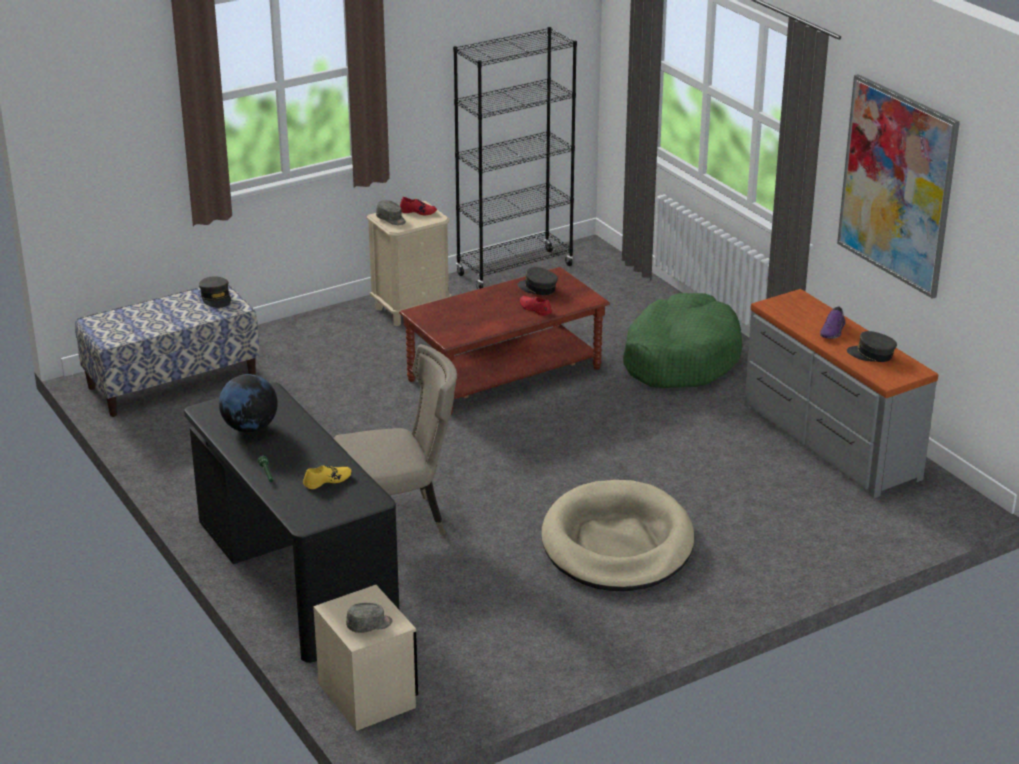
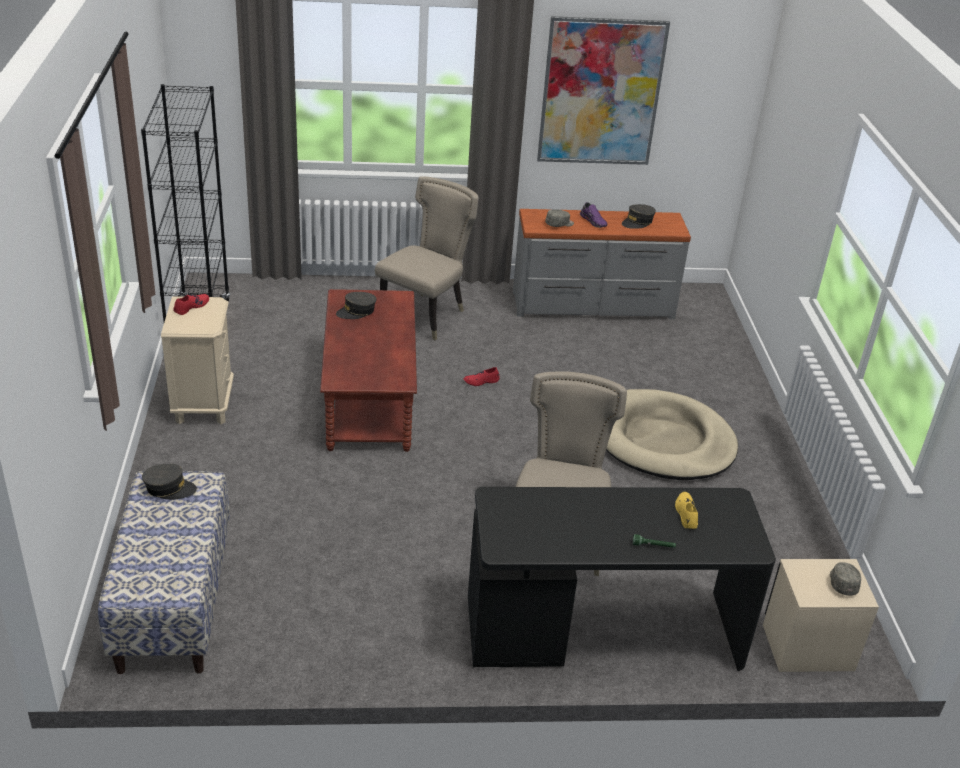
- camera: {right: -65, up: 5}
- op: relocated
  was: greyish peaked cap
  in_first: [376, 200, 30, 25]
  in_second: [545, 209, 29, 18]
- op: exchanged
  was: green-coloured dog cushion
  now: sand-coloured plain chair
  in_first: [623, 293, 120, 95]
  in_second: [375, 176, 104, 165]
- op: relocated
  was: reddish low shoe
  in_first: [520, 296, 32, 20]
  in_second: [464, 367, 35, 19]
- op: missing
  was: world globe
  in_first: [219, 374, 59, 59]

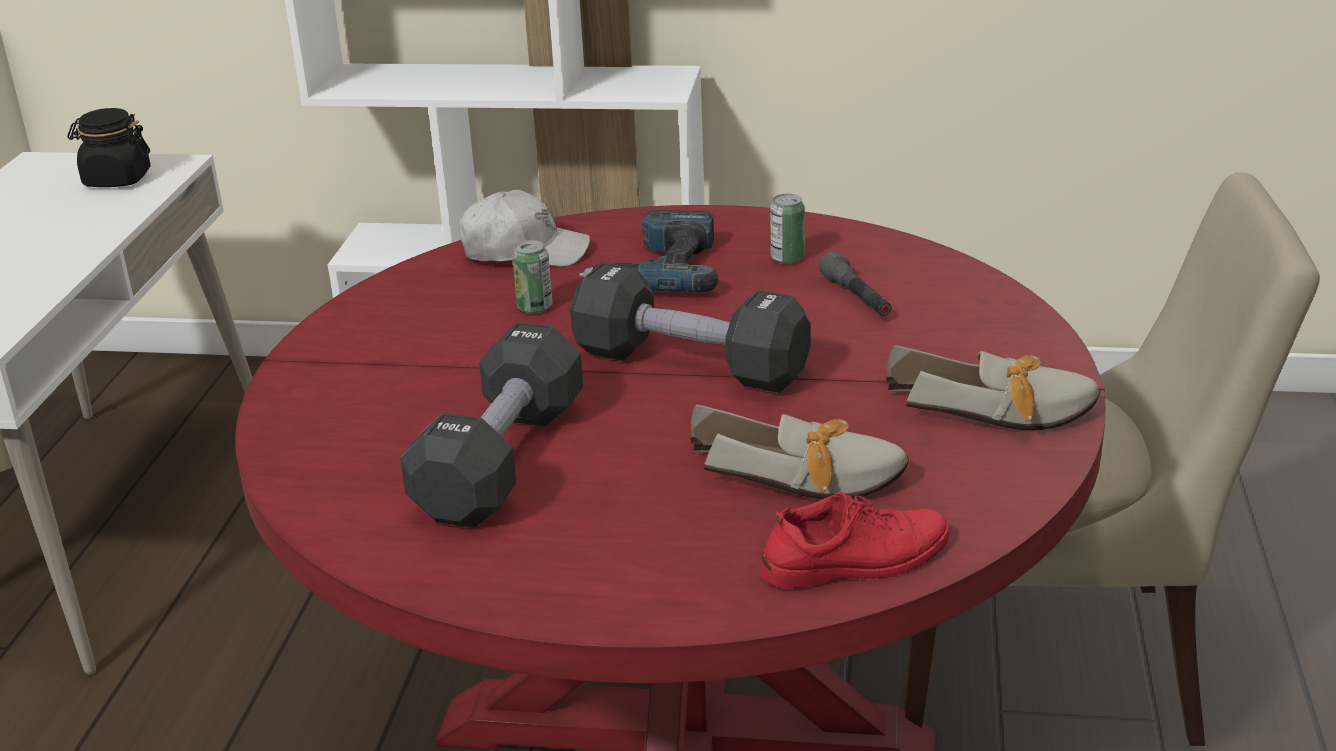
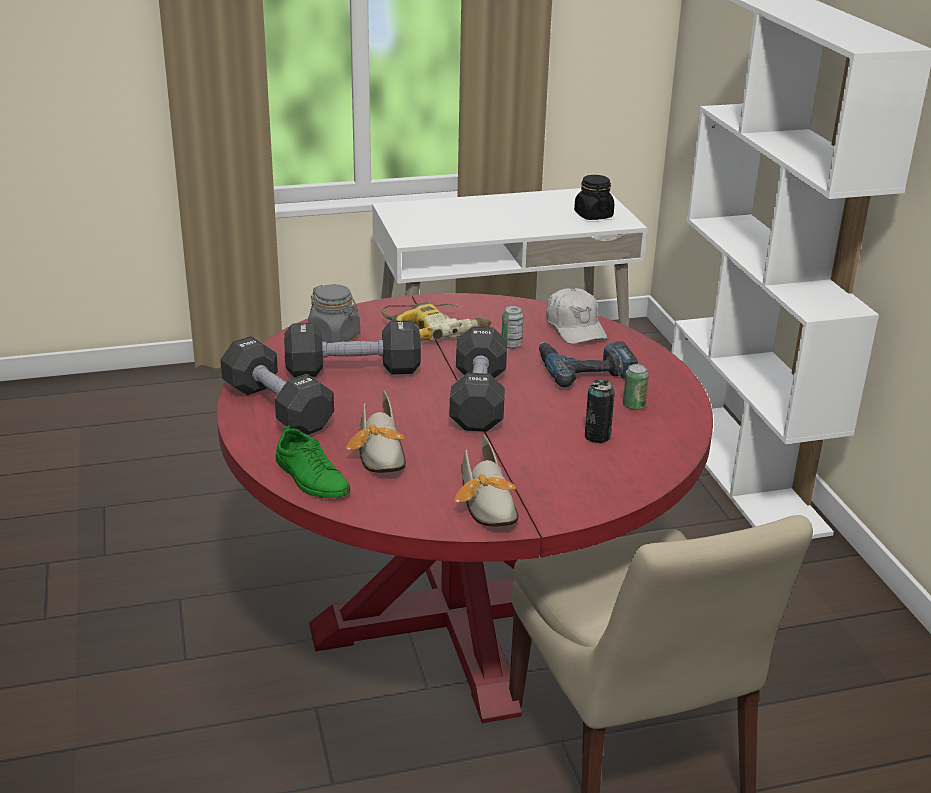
- camera: {right: 65, up: 0}
- op: exchanged
  was: greyish torch
  now: can
  in_first: [819, 251, 73, 65]
  in_second: [585, 380, 30, 63]
- op: colour
  was: reddish low shoe
  now: green-coloured low shoe
  in_first: [760, 492, 190, 97]
  in_second: [276, 425, 74, 73]
- op: appeared
  now: greyish preserve jar
  in_second: [308, 284, 52, 59]
- op: appeared
  now: electric drill
  in_second: [381, 302, 110, 39]
- op: appeared
  now: black-coloured free weight
  in_second: [220, 336, 114, 99]

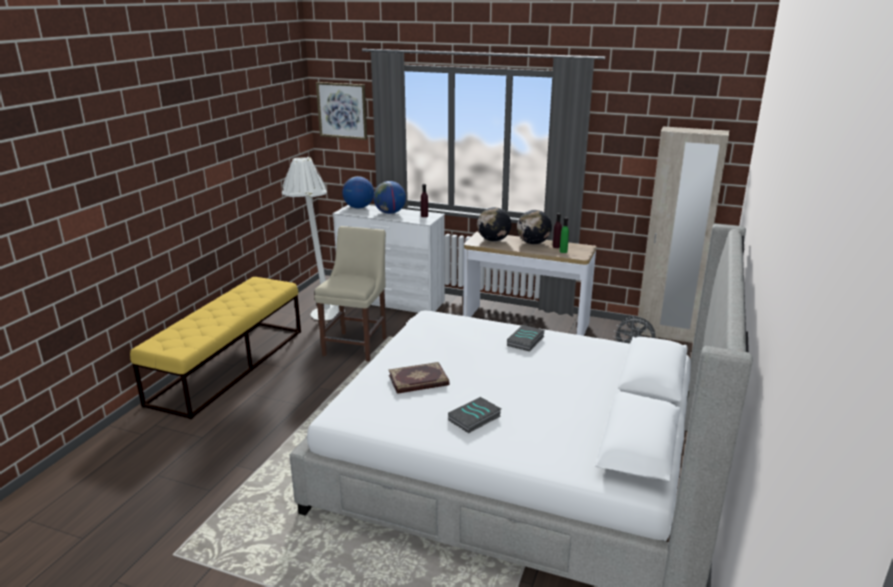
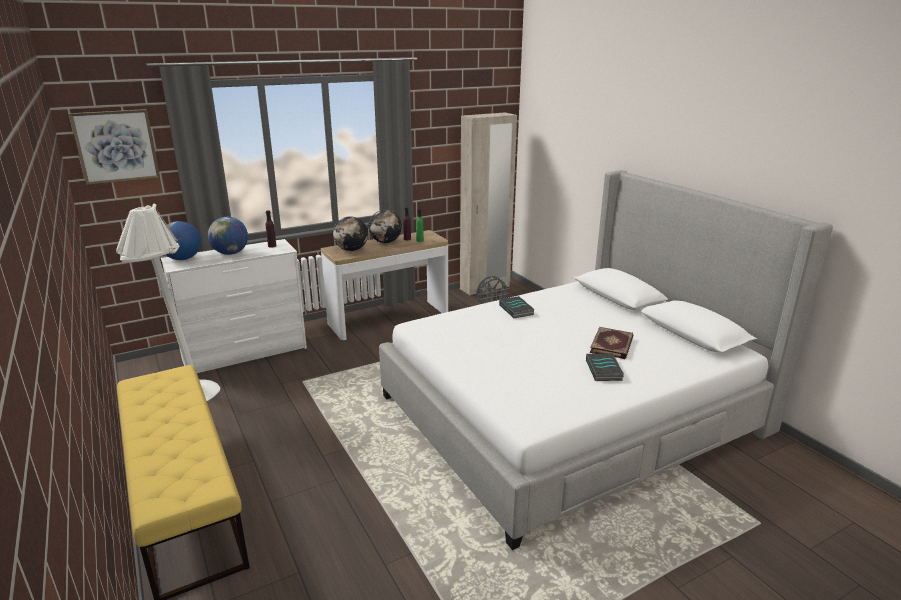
- camera: {right: -50, up: 0}
- op: missing
  was: sand-coloured plain chair
  in_first: [314, 226, 73, 135]
- op: relocated
  was: bound book
  in_first: [389, 362, 61, 32]
  in_second: [590, 327, 43, 32]

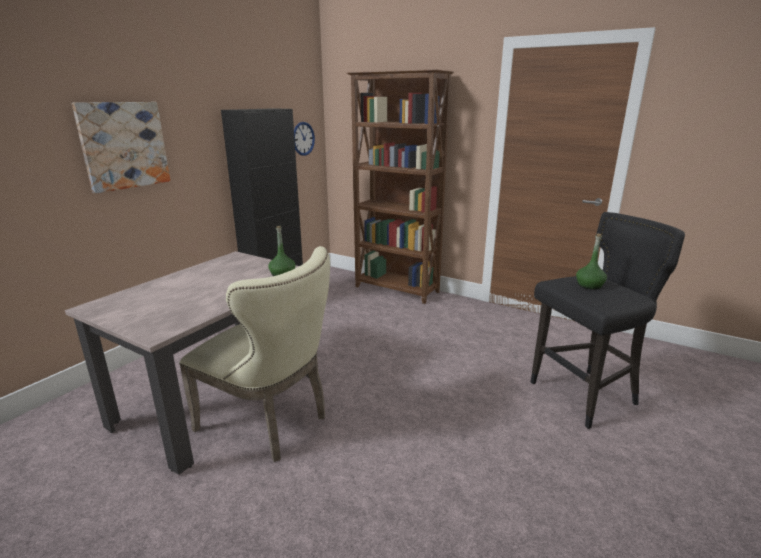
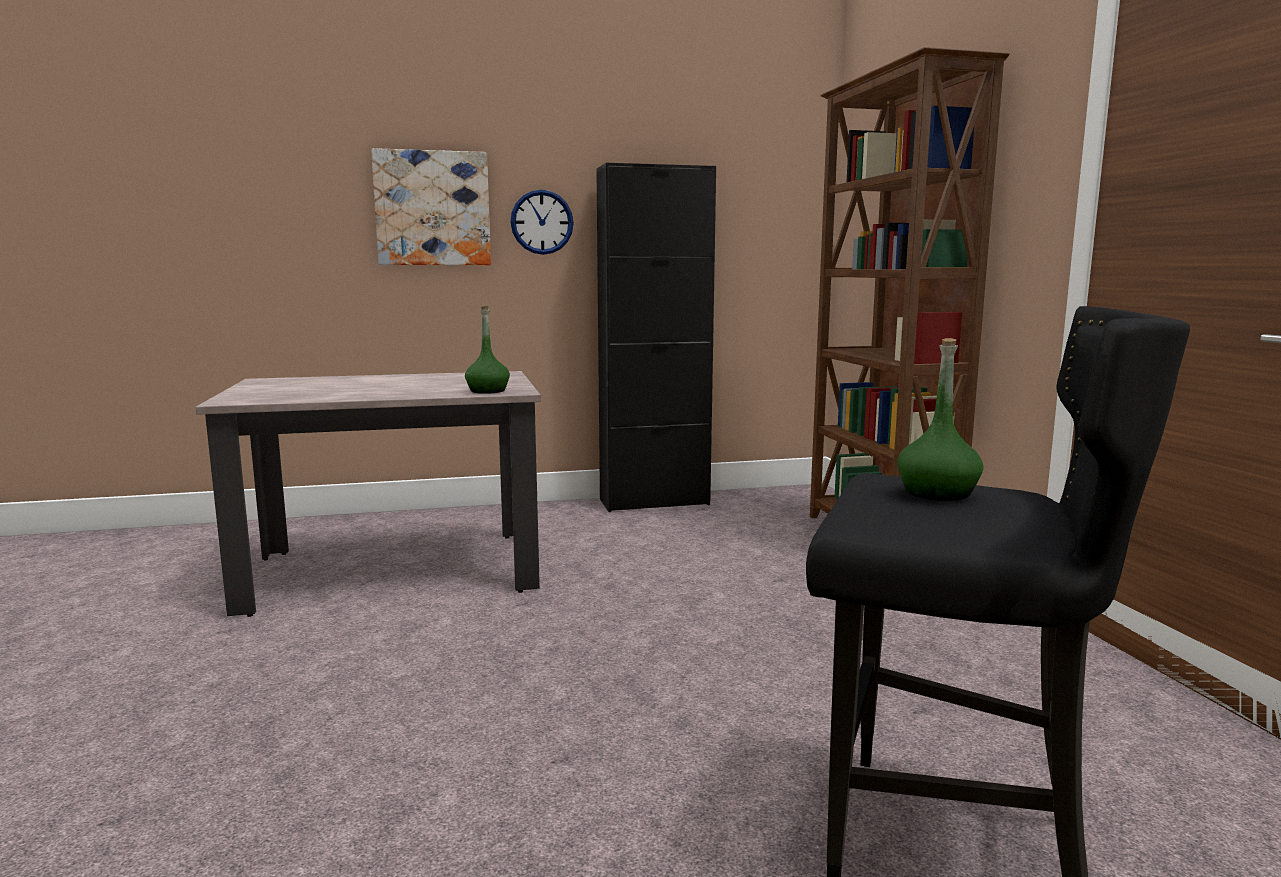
- camera: {right: 45, up: -10}
- op: relocated
  was: hanging clock
  in_first: [294, 122, 21, 34]
  in_second: [510, 190, 64, 65]
- op: missing
  was: sand-coloured plain chair
  in_first: [179, 246, 151, 216]

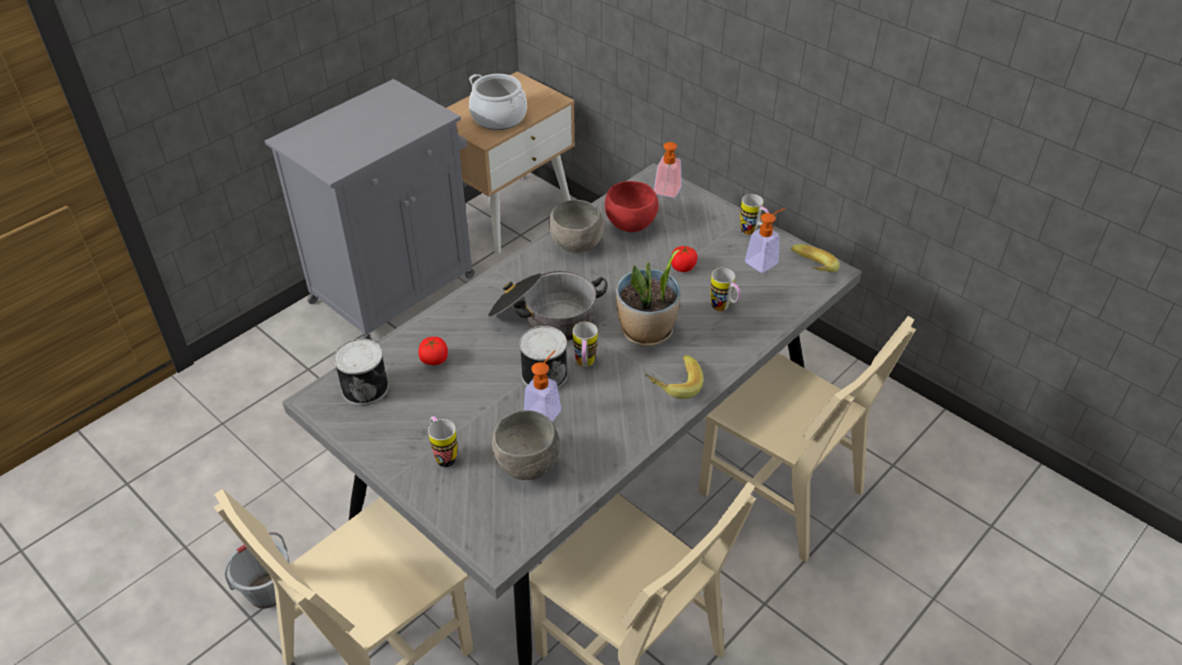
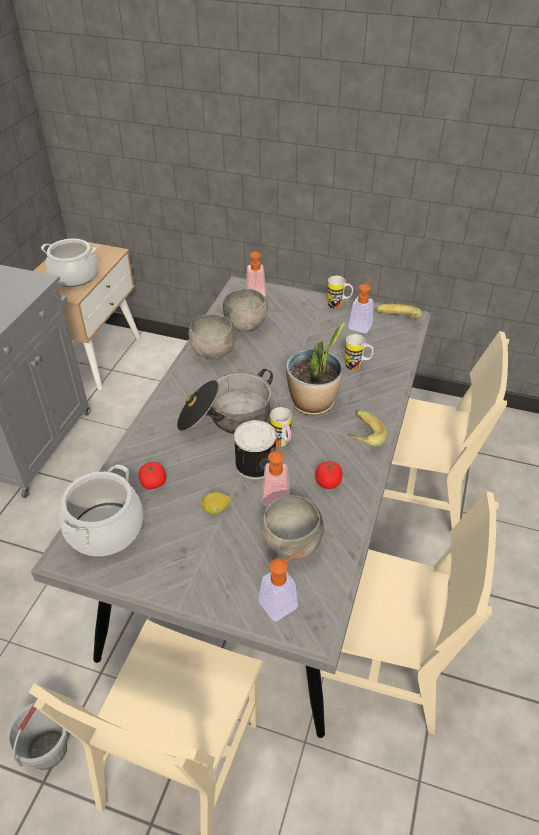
- camera: {right: -25, up: 0}
- op: colour
  was: reddish serving bowl
  now: greyish serving bowl
  in_first: [605, 181, 54, 51]
  in_second: [223, 288, 45, 43]
- op: relocated
  was: whole tomato
  in_first: [671, 246, 26, 26]
  in_second: [315, 461, 27, 28]
- op: exchanged
  was: can
  now: saucepot
  in_first: [334, 339, 55, 66]
  in_second: [59, 465, 84, 91]
- op: missing
  was: mug
  in_first: [428, 416, 29, 51]
- op: appeared
  now: citrus fruit
  in_second: [201, 492, 29, 22]
- op: appeared
  now: soap bottle
  in_second: [258, 551, 47, 70]

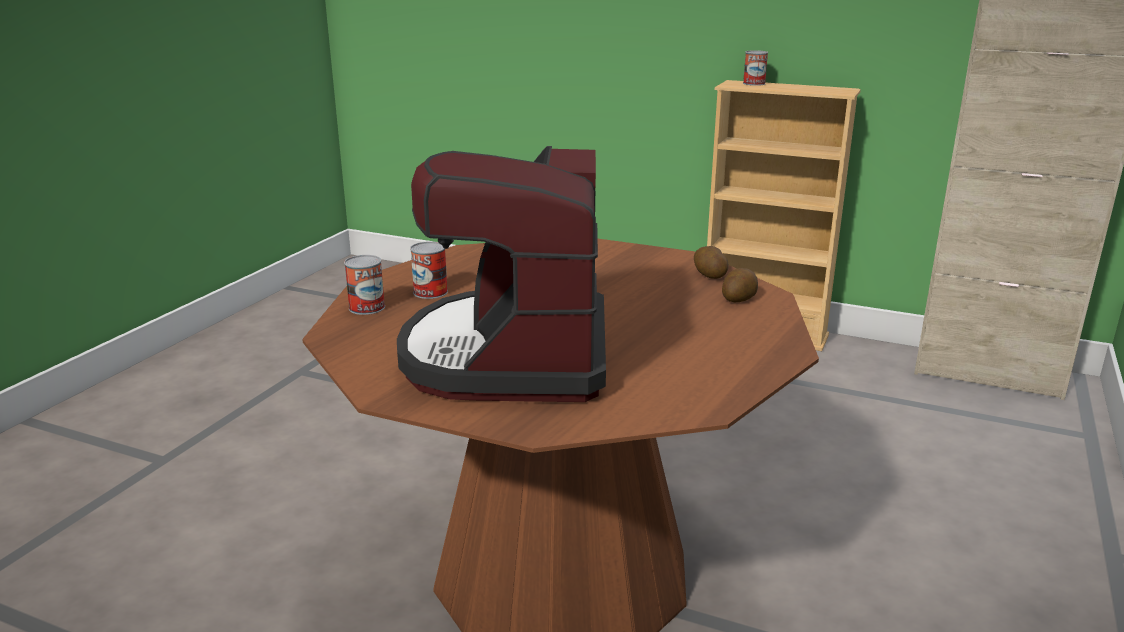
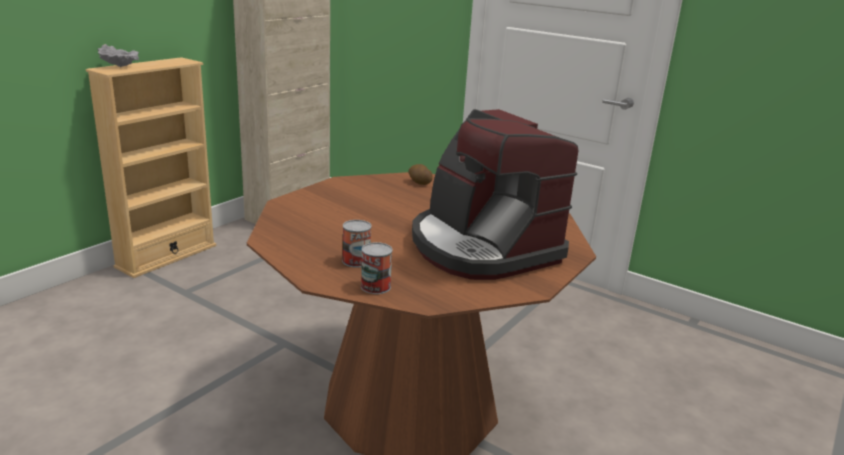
- camera: {right: -80, up: 0}
- op: exchanged
  was: can
  now: greyish serving bowl
  in_first: [743, 50, 25, 36]
  in_second: [97, 44, 42, 23]
- op: spun
  was: coffee maker
  in_first: [397, 146, 209, 256]
  in_second: [412, 109, 166, 171]
  clockwise: 45
- op: missing
  was: spud
  in_first: [694, 246, 35, 33]

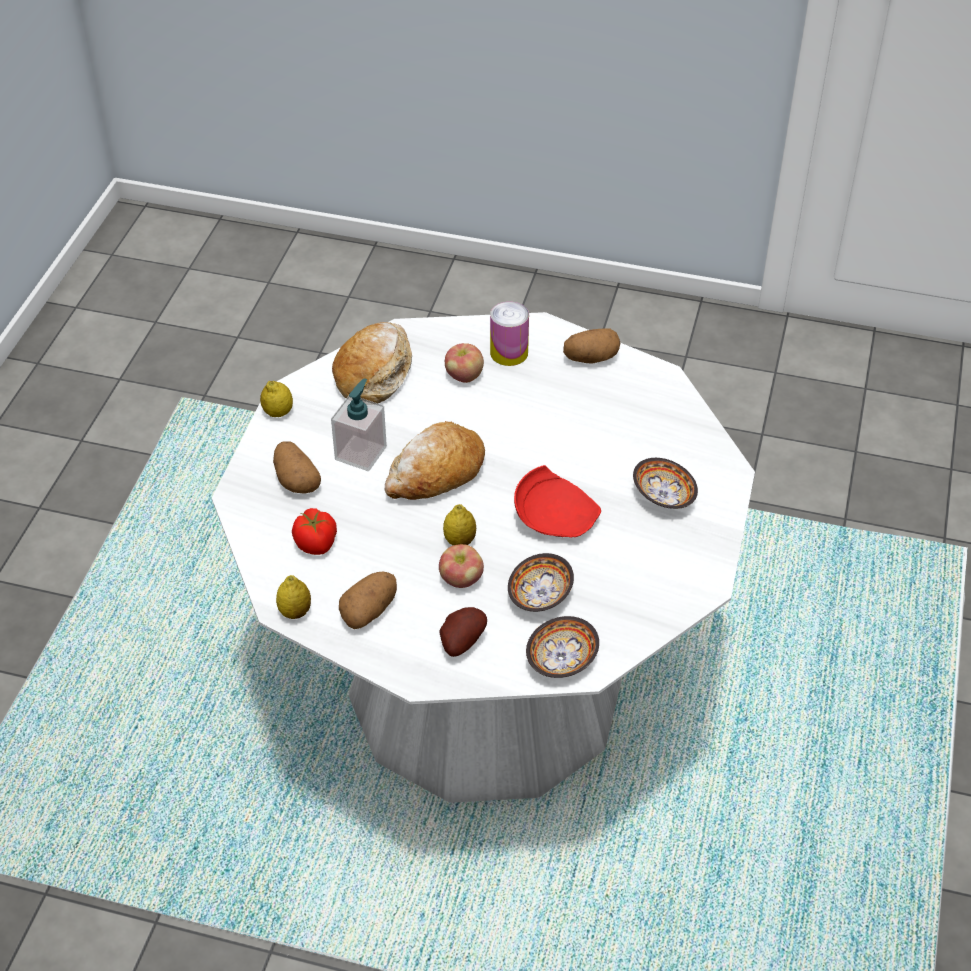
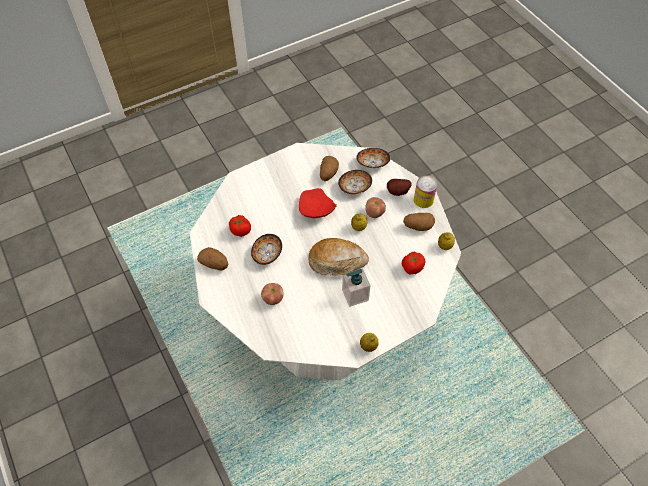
- camera: {right: -135, up: 10}
- op: relocated
  was: can
  in_first: [490, 302, 39, 64]
  in_second: [414, 176, 23, 32]
- op: missing
  was: bread
  in_first: [332, 322, 80, 81]
- op: relocated
  was: spud
  in_first: [273, 441, 48, 53]
  in_second: [320, 156, 19, 25]
- op: relocated
  was: serving bowl
  in_first: [633, 458, 65, 51]
  in_second: [251, 234, 31, 31]
- op: appeared
  now: whole tomato
  in_second: [229, 215, 22, 22]

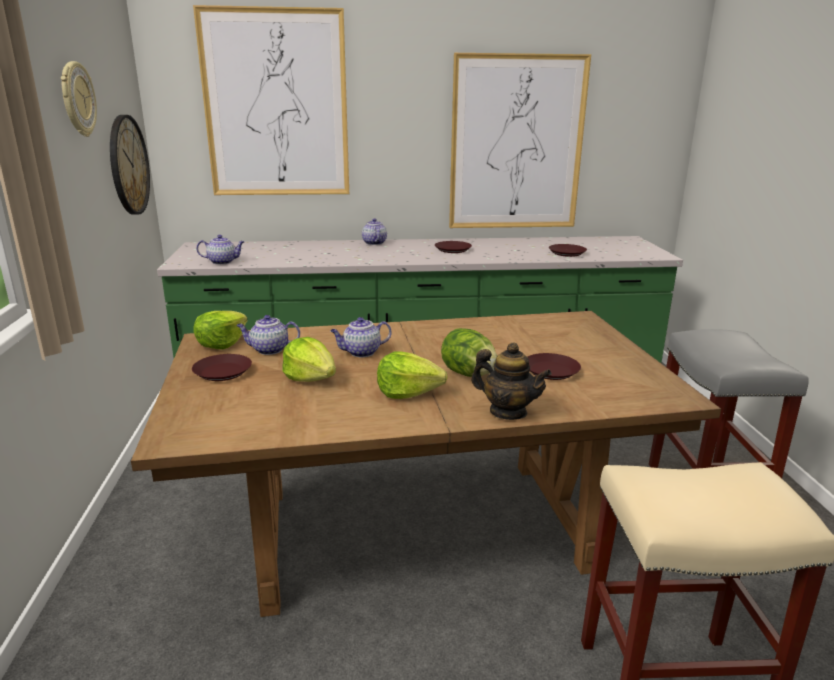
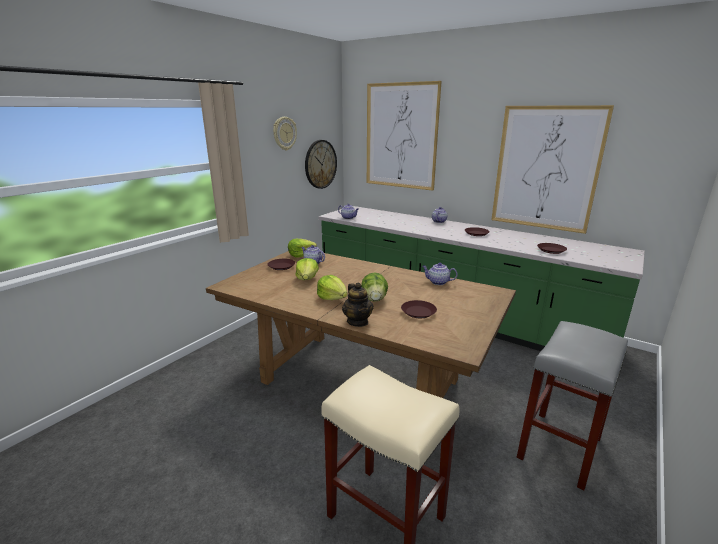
- camera: {right: 40, up: 0}
- op: relocated
  was: teapot
  in_first: [330, 317, 62, 40]
  in_second: [422, 263, 36, 22]

